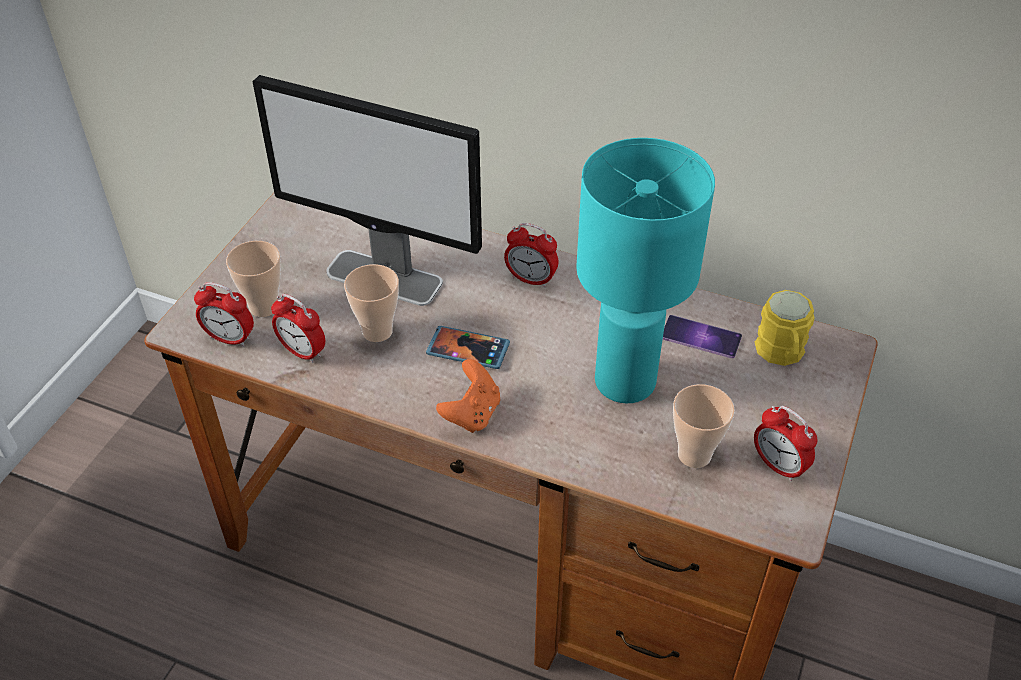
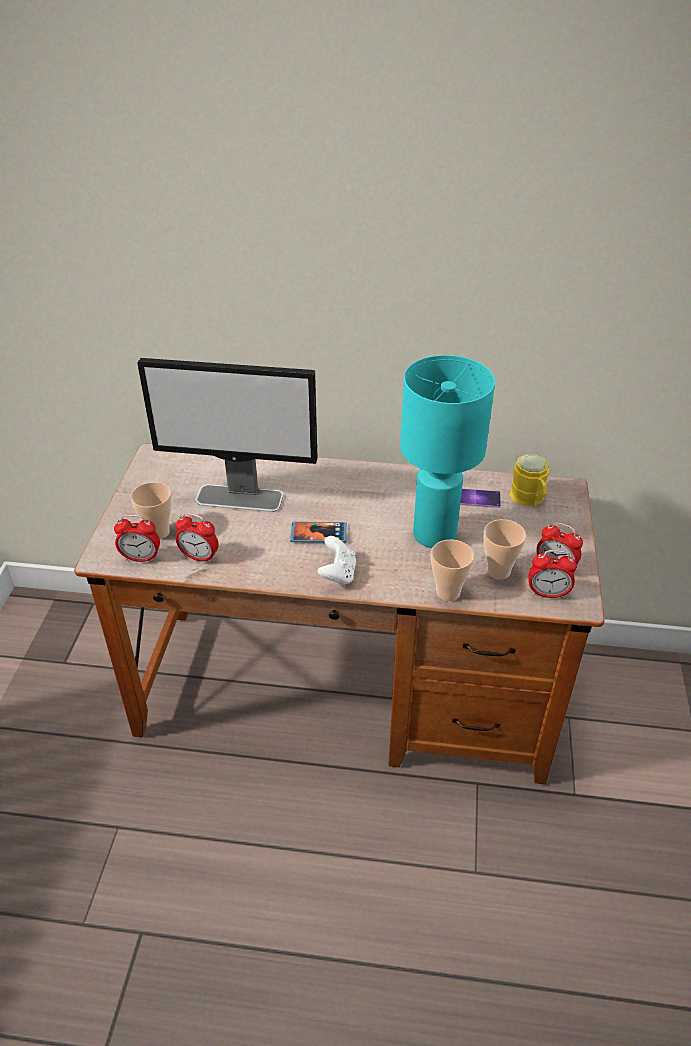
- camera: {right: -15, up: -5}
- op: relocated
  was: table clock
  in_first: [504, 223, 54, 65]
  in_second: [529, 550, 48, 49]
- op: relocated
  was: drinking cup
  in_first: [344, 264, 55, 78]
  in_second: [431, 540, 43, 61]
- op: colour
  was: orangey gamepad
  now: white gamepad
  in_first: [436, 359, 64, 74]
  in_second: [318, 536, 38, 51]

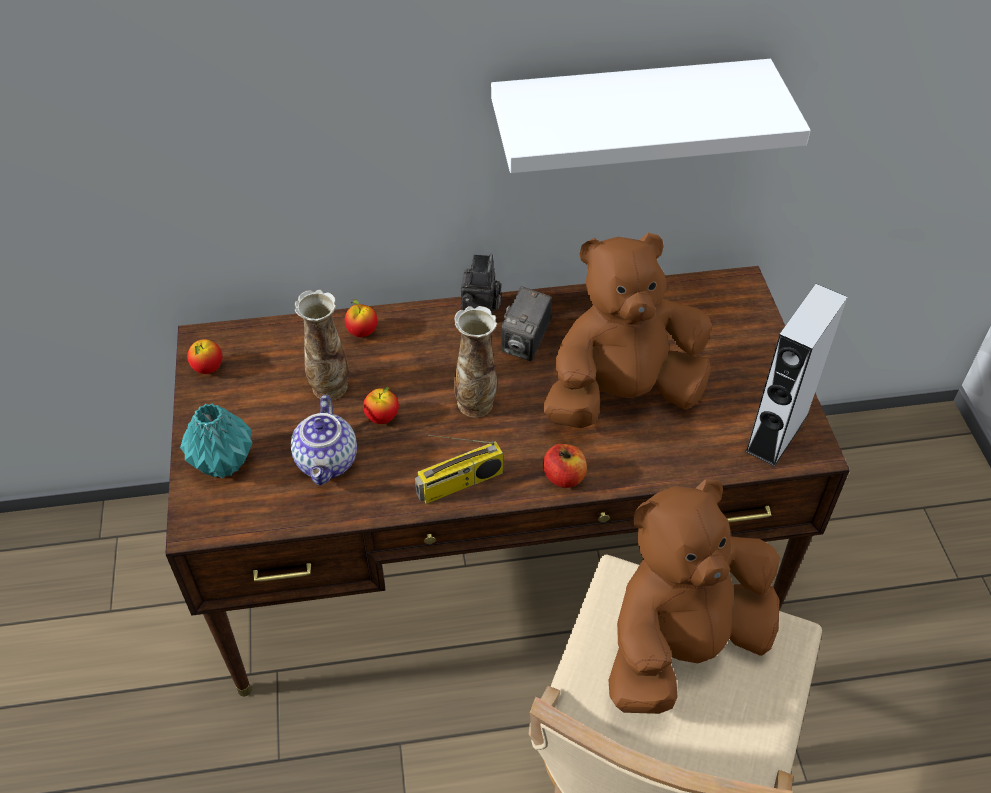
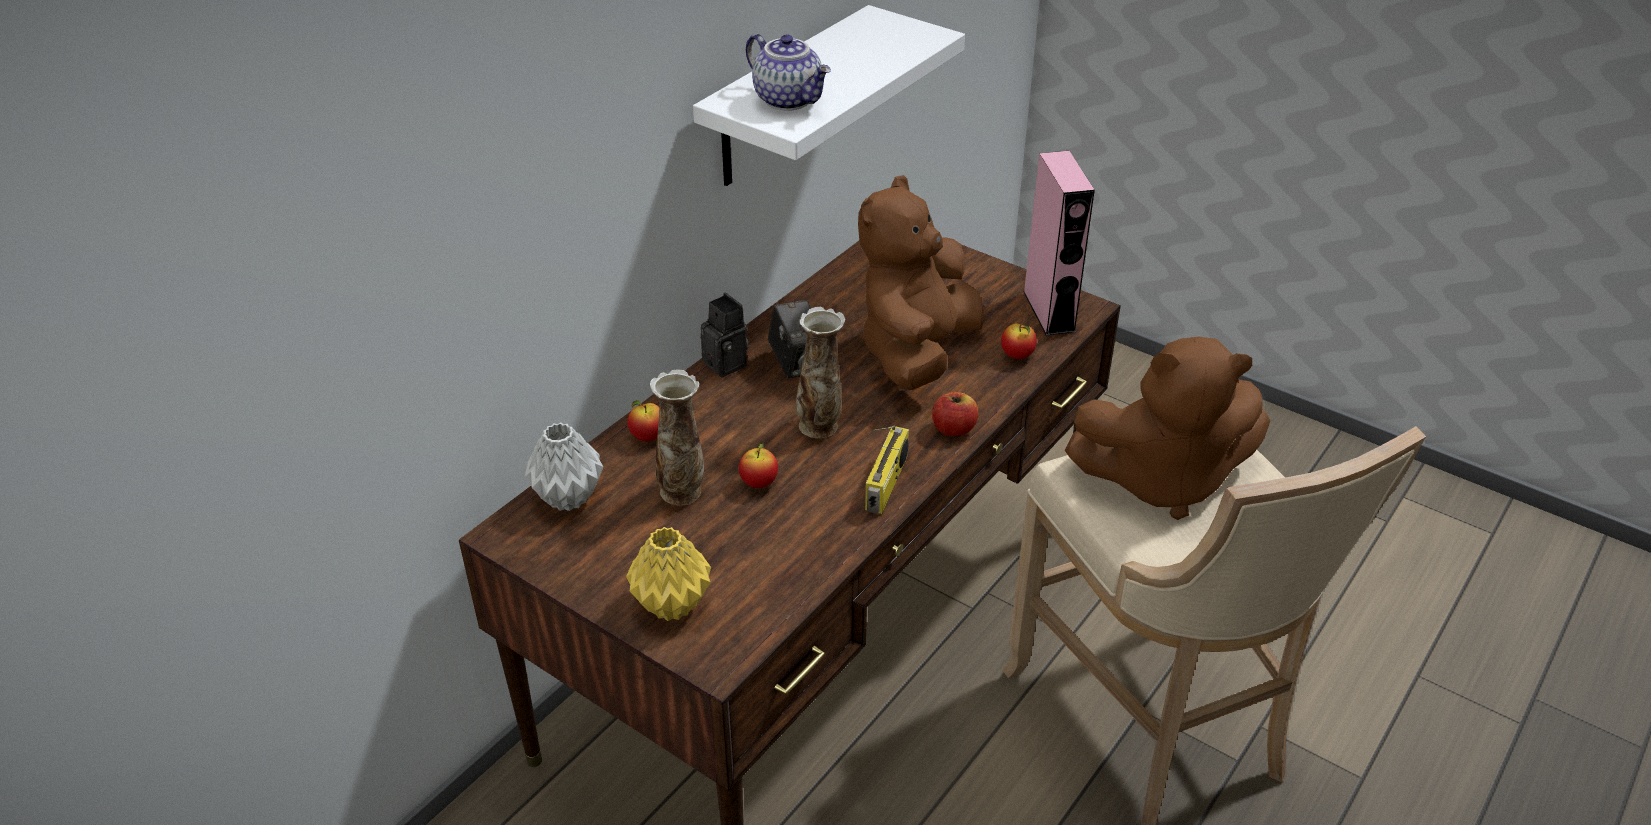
- camera: {right: -45, up: -10}
- op: colour
  was: greyish speaker
  now: pinkish speaker
  in_first: [745, 284, 102, 183]
  in_second: [1023, 151, 72, 184]
- op: relocated
  was: apple fruit
  in_first: [187, 339, 36, 35]
  in_second: [1001, 323, 36, 36]
- op: relocated
  was: teapot
  in_first: [291, 395, 66, 90]
  in_second: [746, 34, 85, 77]
- op: colour
  was: turquoise vase
  now: yellow vase
  in_first: [180, 403, 73, 75]
  in_second: [626, 527, 85, 94]
- op: spun
  was: brown-coloured soft toy
  in_first: [608, 479, 172, 235]
  in_second: [1065, 337, 205, 183]
  clockwise: -105
- op: appeared
  now: greyish vase
  in_second: [525, 423, 78, 88]

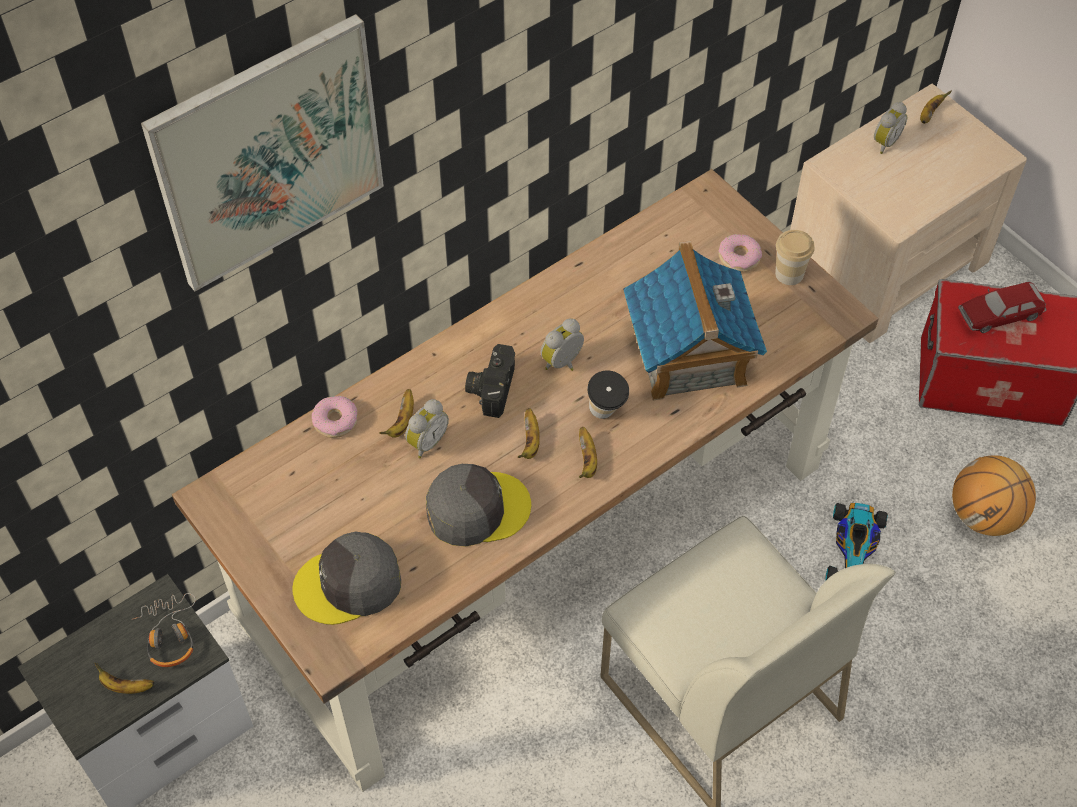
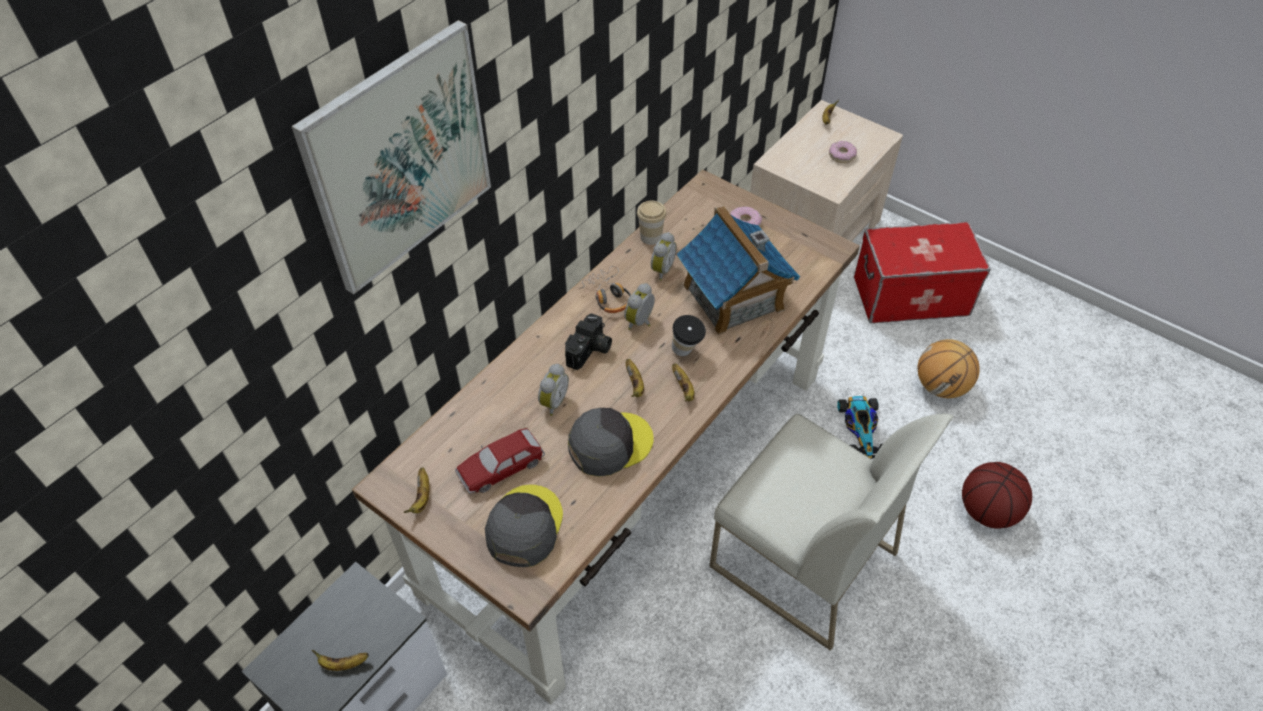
- camera: {right: -15, up: -5}
- op: relocated
  was: table clock
  in_first: [874, 102, 34, 52]
  in_second: [651, 232, 26, 49]
- op: relocated
  was: drinking cup
  in_first: [775, 230, 40, 55]
  in_second: [637, 200, 30, 45]
- op: relocated
  was: toy car
  in_first: [958, 282, 88, 51]
  in_second: [455, 428, 90, 66]
- op: spun
  was: still camera
  in_first: [465, 344, 50, 74]
  in_second: [565, 313, 47, 57]
  clockwise: -150
- op: relocated
  was: whole banana
  in_first: [380, 389, 34, 49]
  in_second: [404, 467, 26, 46]
- op: relocated
  was: doughnut
  in_first: [312, 396, 45, 42]
  in_second: [829, 141, 28, 22]
- op: spun
  was: greyish peaked cap
  in_first: [292, 531, 109, 94]
  in_second: [485, 485, 78, 82]
  clockwise: 135
- op: relocated
  was: headset
  in_first: [132, 593, 64, 74]
  in_second: [578, 266, 53, 47]
- op: appeared
  now: basketball ball
  in_second: [962, 462, 70, 67]

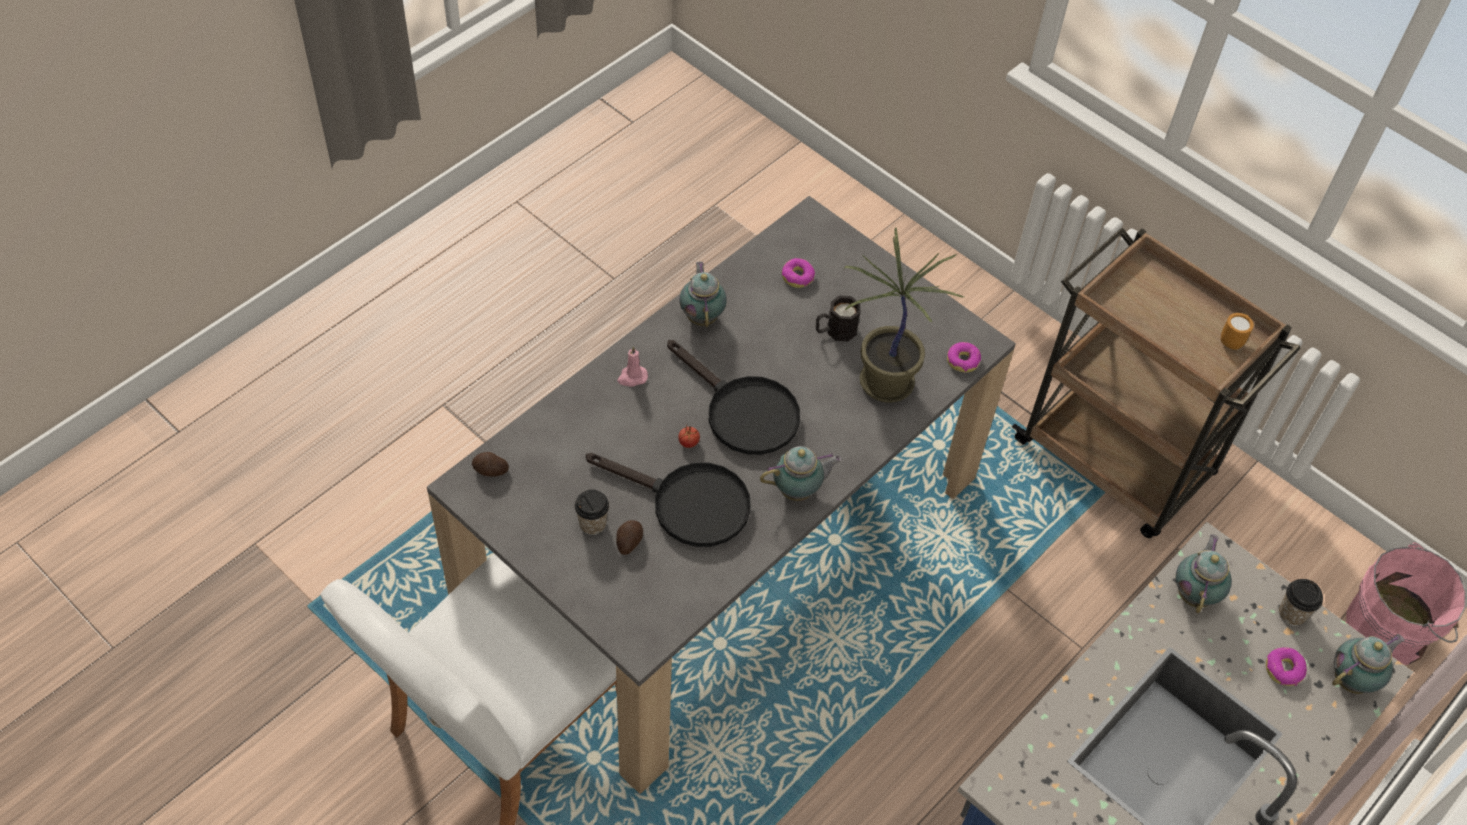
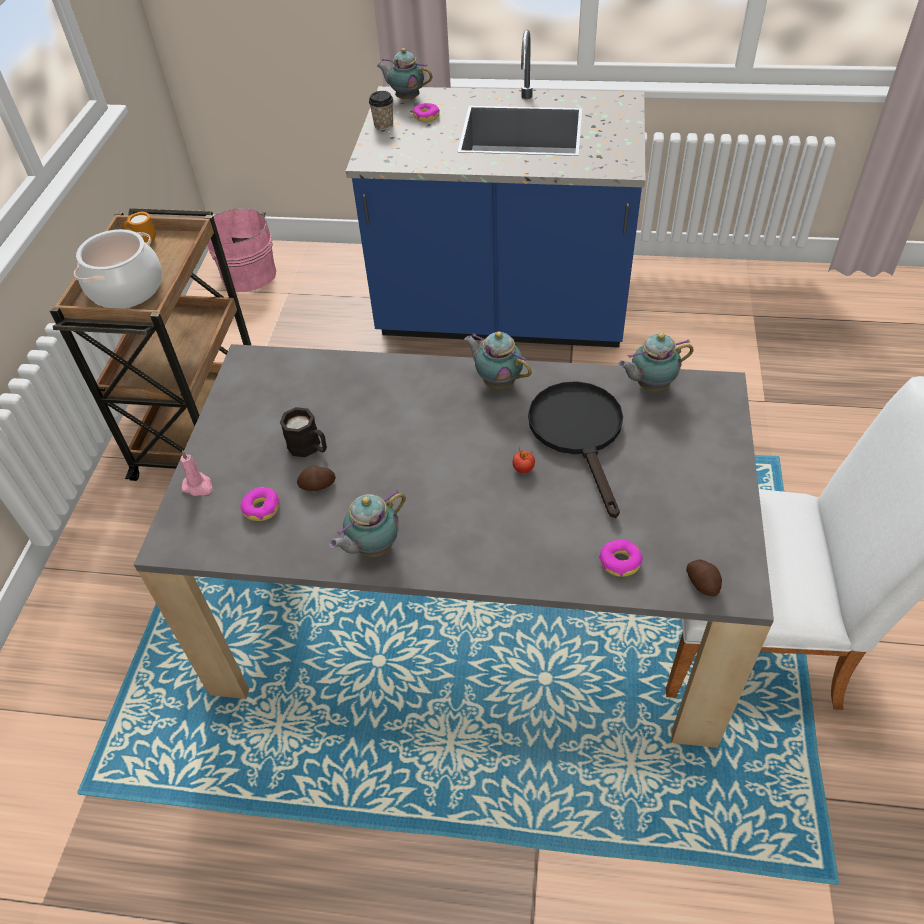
- camera: {right: -120, up: -5}
- op: missing
  was: houseplant
  in_first: [844, 227, 120, 175]
- op: missing
  was: black-coloured skillet
  in_first: [667, 340, 133, 115]
- op: relocated
  was: doughnut
  in_first: [947, 342, 34, 30]
  in_second: [599, 539, 44, 38]
- op: relocated
  was: pinkish wax light
  in_first: [617, 346, 31, 41]
  in_second: [180, 450, 33, 46]
- op: missing
  was: drinking cup
  in_first: [575, 489, 34, 46]
- op: relocated
  was: spud
  in_first: [616, 520, 27, 35]
  in_second: [297, 466, 39, 25]
- op: relocated
  was: teapot
  in_first: [1175, 534, 57, 80]
  in_second: [618, 333, 76, 59]
- op: appeared
  now: saucepot
  in_second: [74, 229, 88, 80]

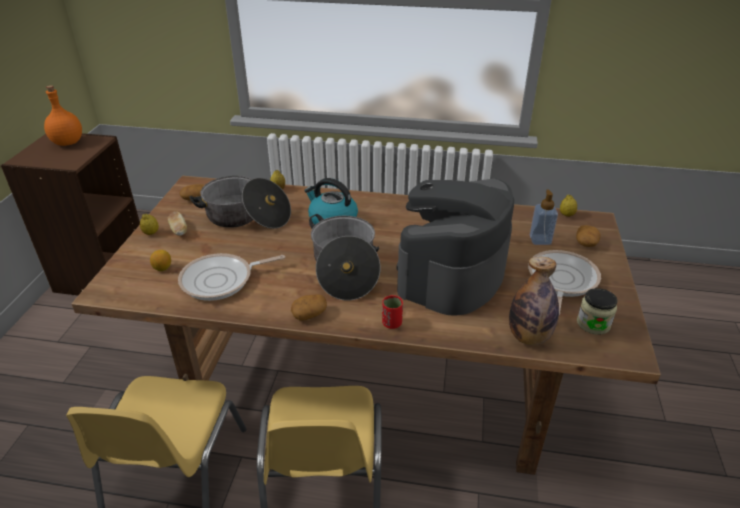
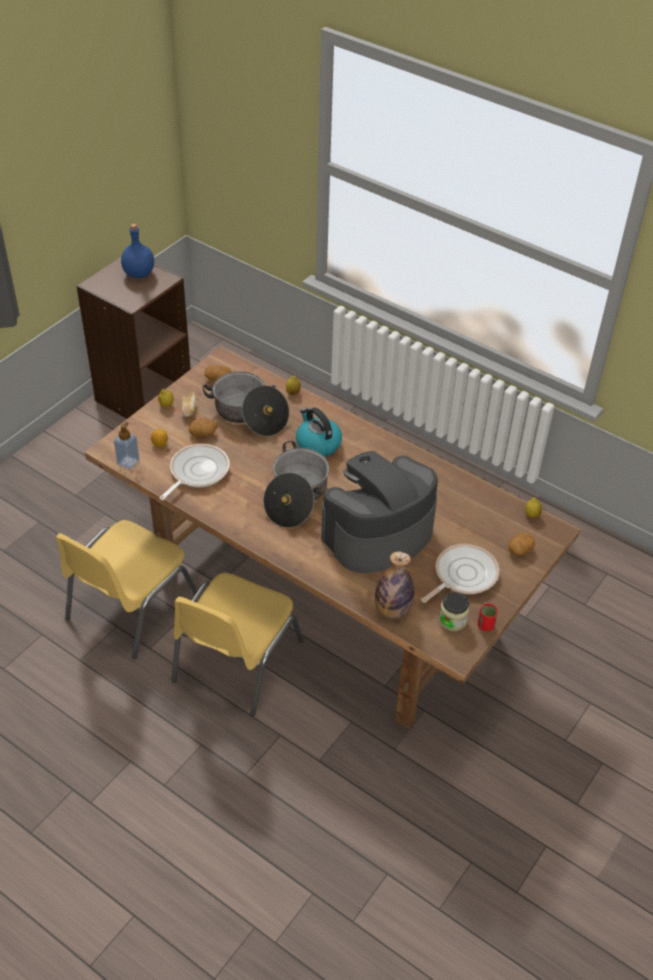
- camera: {right: 25, up: 10}
- op: colour
  was: orangey drink bottle
  now: blue-coloured drink bottle
  in_first: [44, 85, 38, 61]
  in_second: [121, 224, 33, 54]
- op: relocated
  was: soap bottle
  in_first: [530, 190, 28, 55]
  in_second: [114, 422, 25, 47]
- op: spun
  was: skillet
  in_first: [178, 253, 107, 48]
  in_second: [159, 444, 71, 56]
  clockwise: 120
- op: relocated
  was: spud
  in_first: [291, 294, 36, 26]
  in_second: [188, 419, 29, 18]
- op: relocated
  was: reddish drinking cup
  in_first: [382, 295, 21, 34]
  in_second: [478, 604, 20, 27]

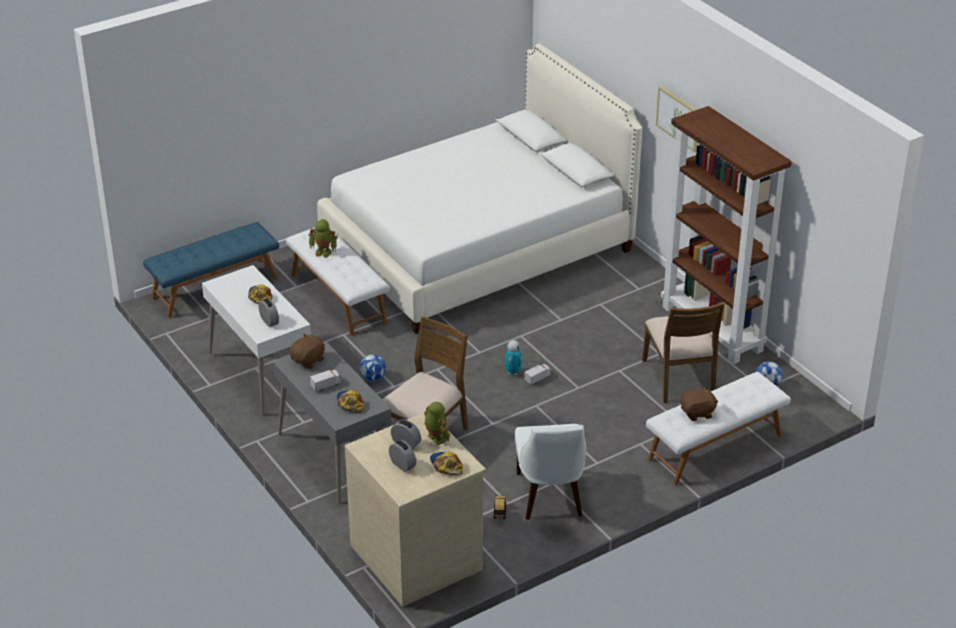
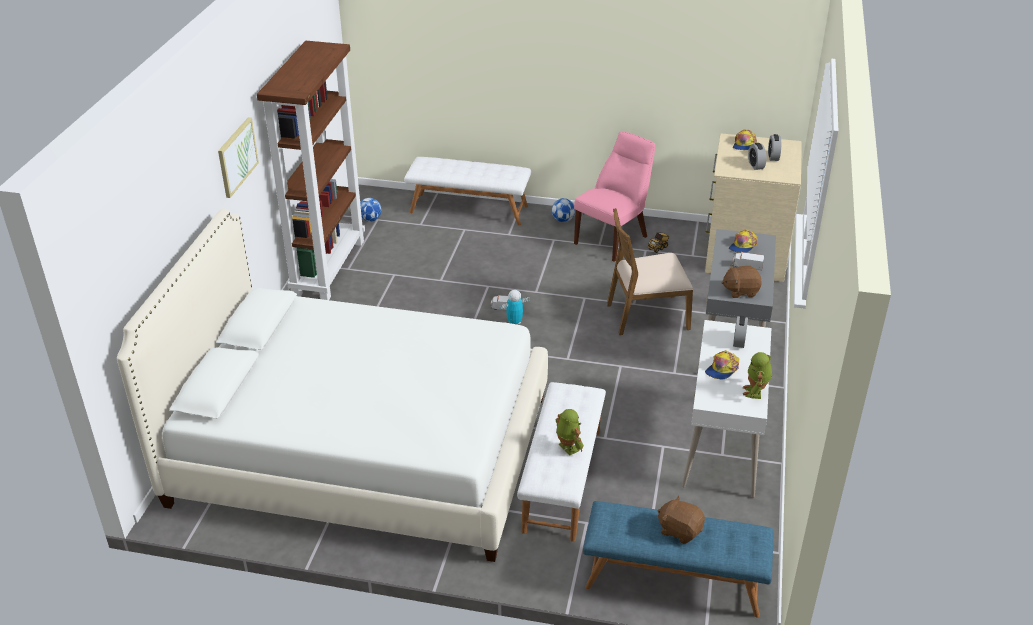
- camera: {right: -135, up: 0}
- op: missing
  was: brown-coloured plain chair
  in_first: [642, 302, 82, 101]
- op: relocated
  was: football ball
  in_first: [359, 354, 27, 27]
  in_second: [552, 198, 23, 24]
- op: relocated
  was: brown-coloured soft toy
  in_first: [680, 387, 38, 34]
  in_second: [657, 495, 48, 49]
- op: relocated
  was: model robot
  in_first: [424, 402, 26, 43]
  in_second: [743, 352, 29, 47]
- op: colour
  was: white plain chair
  now: pinkish plain chair
  in_first: [515, 424, 71, 96]
  in_second: [574, 132, 81, 130]

